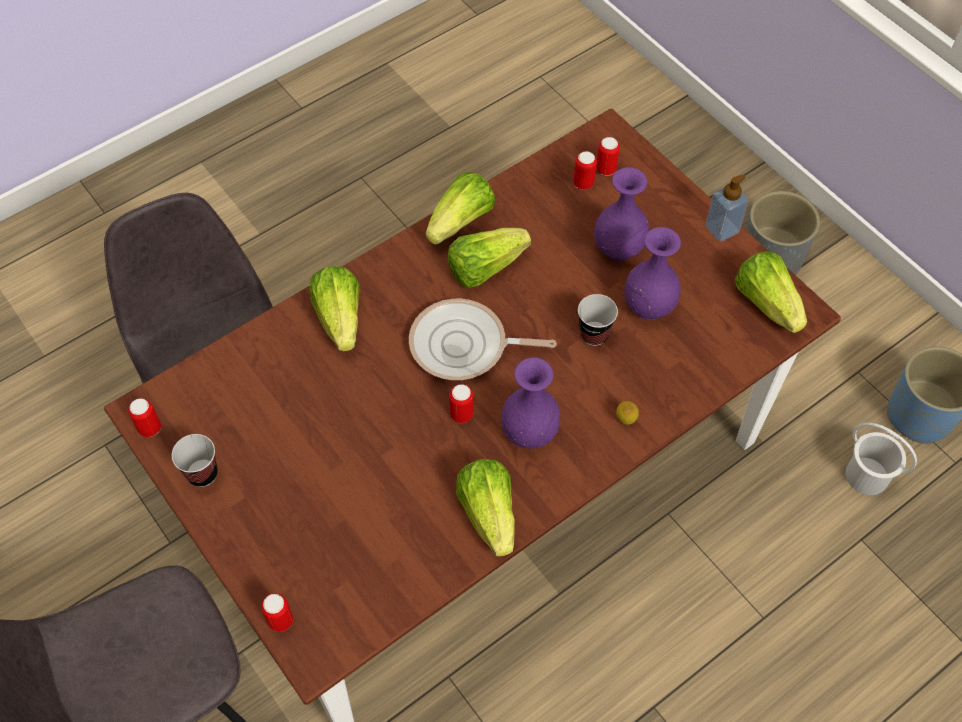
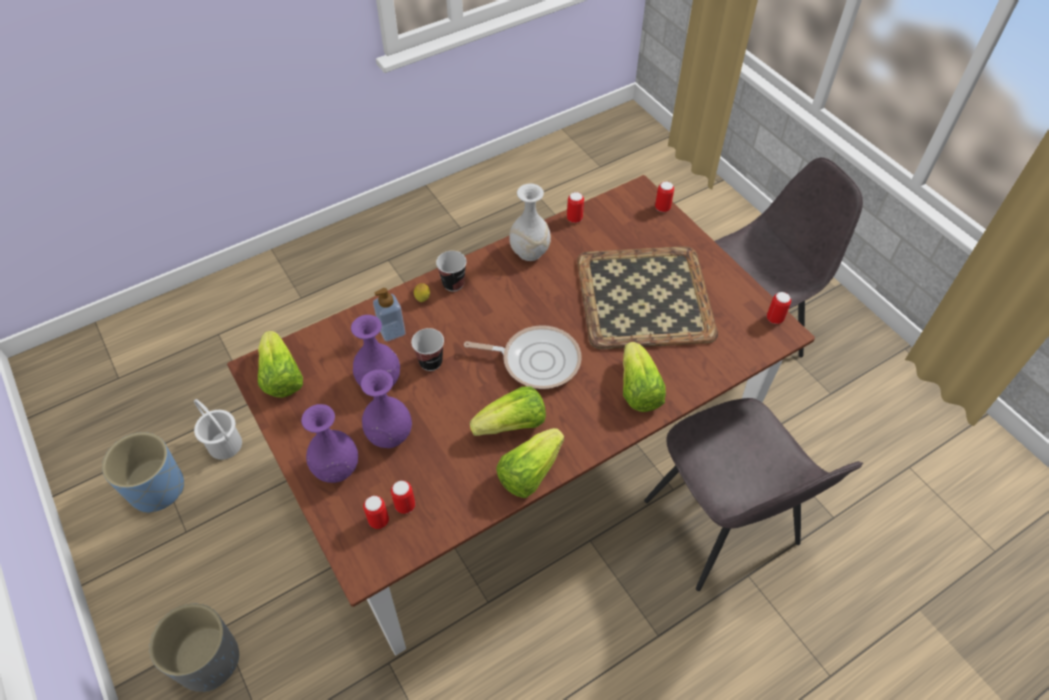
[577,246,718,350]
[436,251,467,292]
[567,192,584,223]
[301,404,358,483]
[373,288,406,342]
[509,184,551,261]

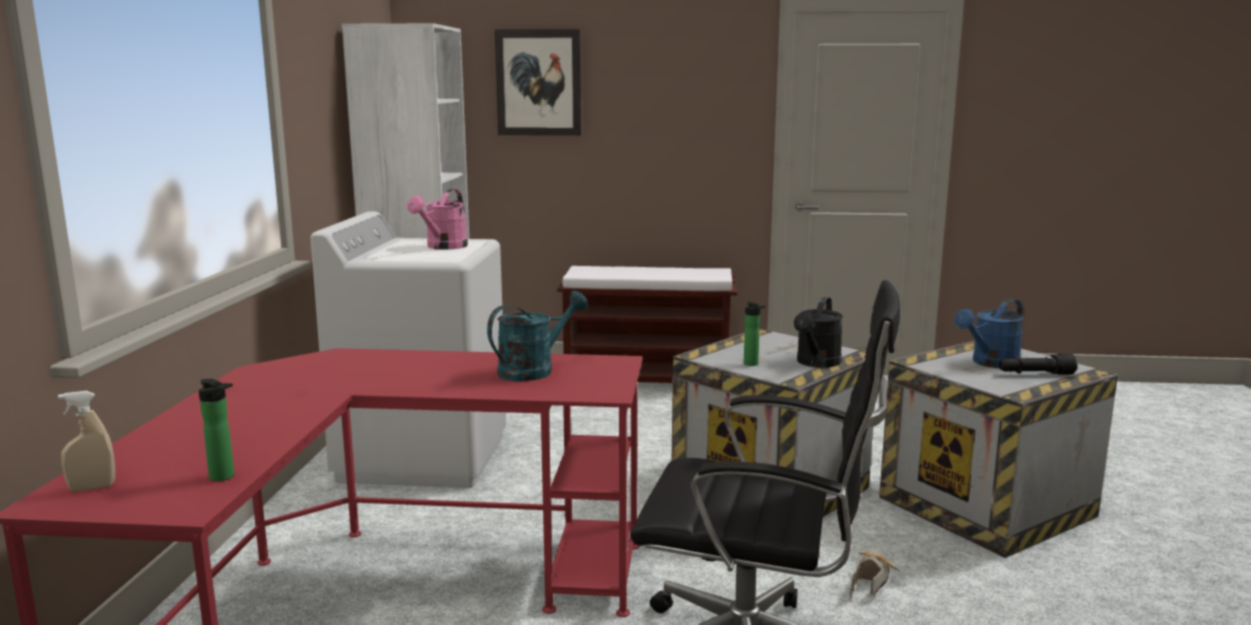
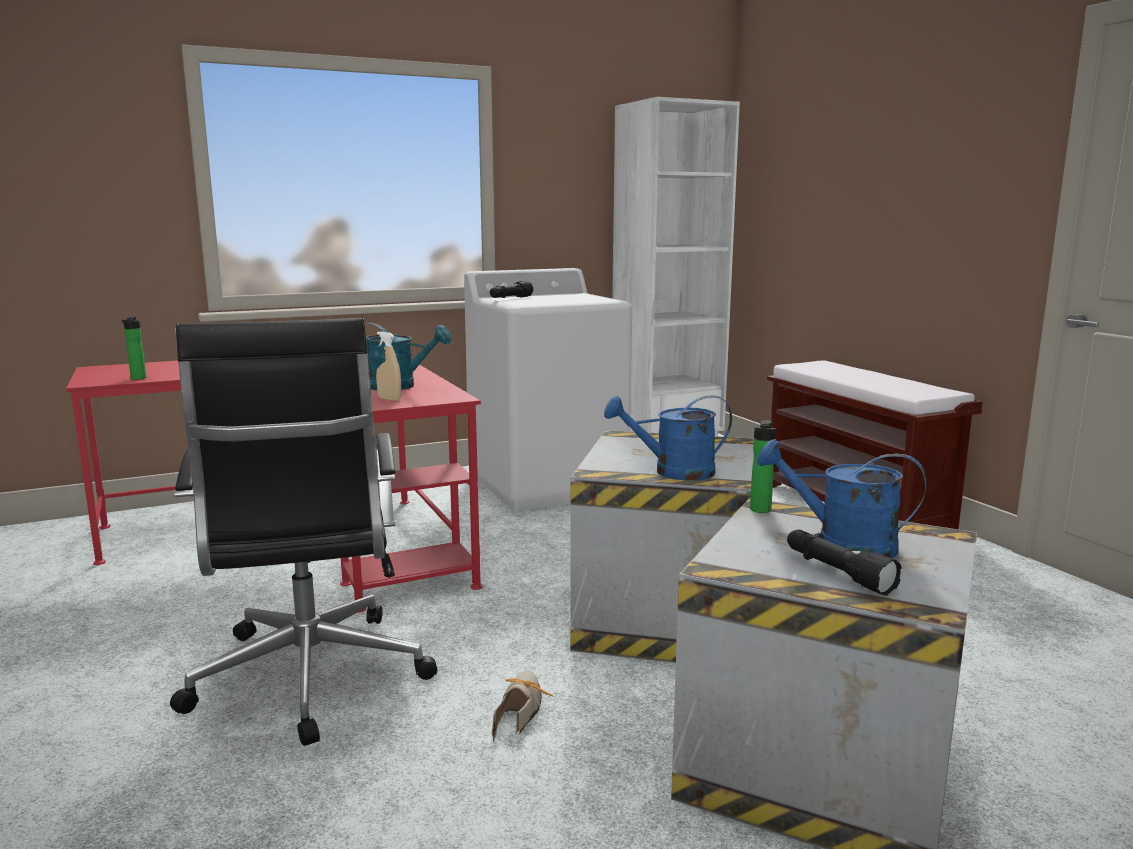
[407,189,468,250] (first image)
[495,29,582,136] (first image)
[490,280,533,298]
[376,332,401,401]
[750,420,776,513]
[604,395,732,481]
[492,671,553,743]

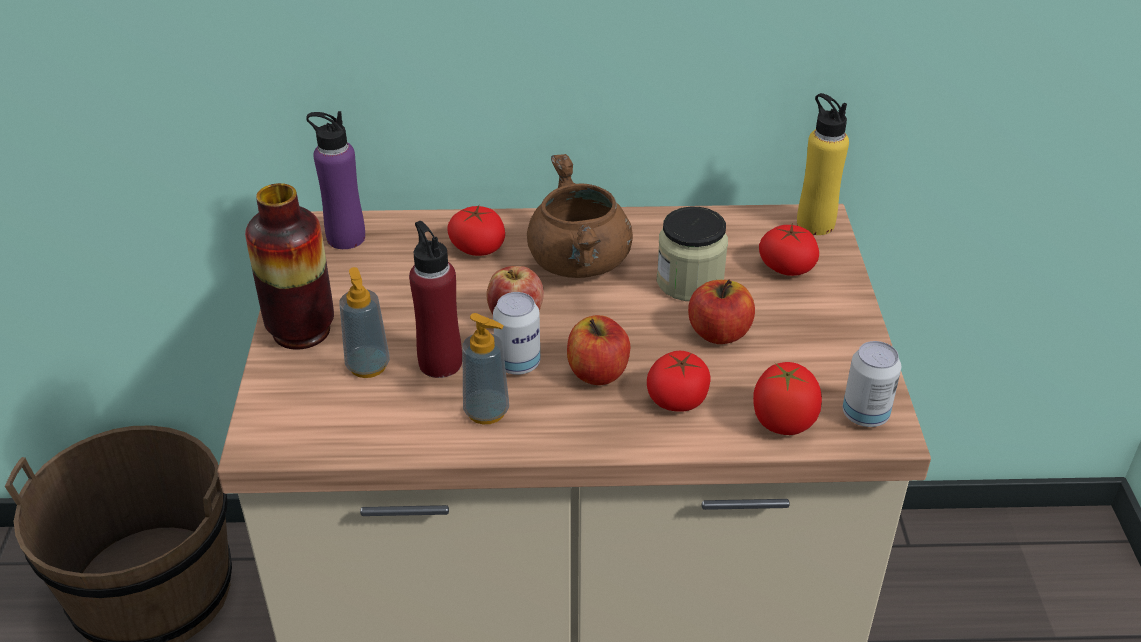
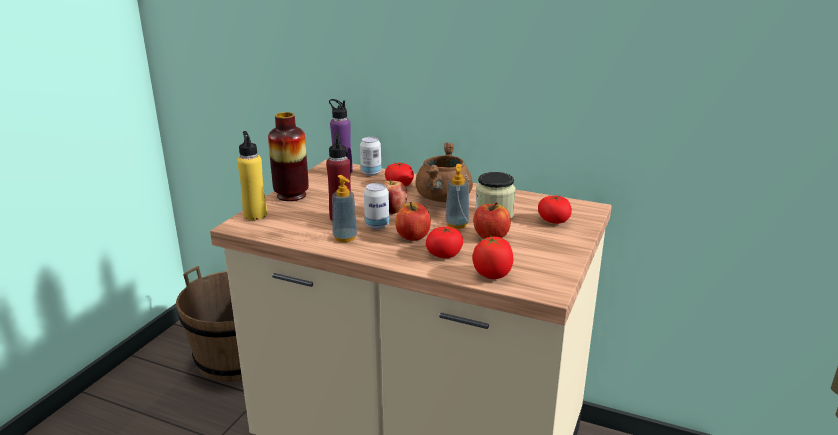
[445,164,469,229]
[237,131,267,220]
[360,137,381,176]

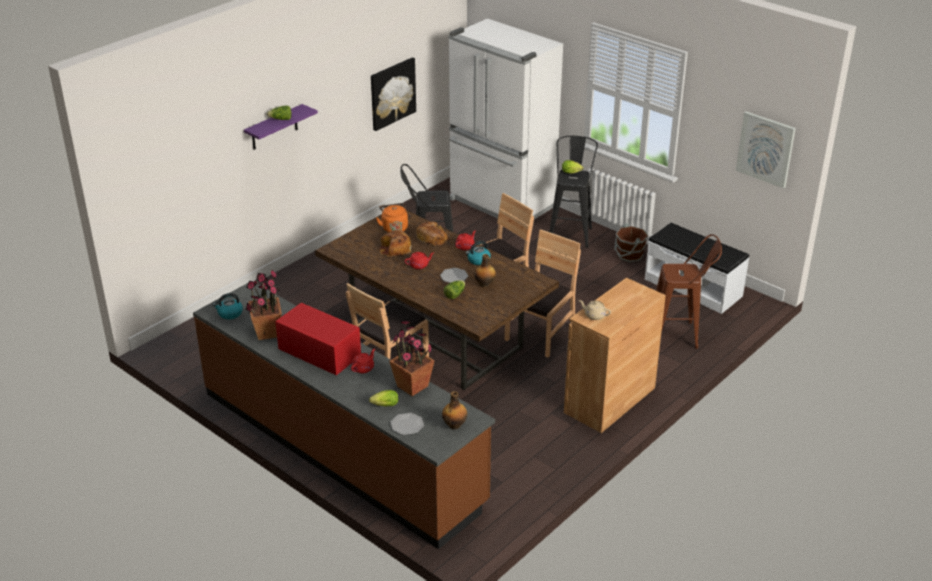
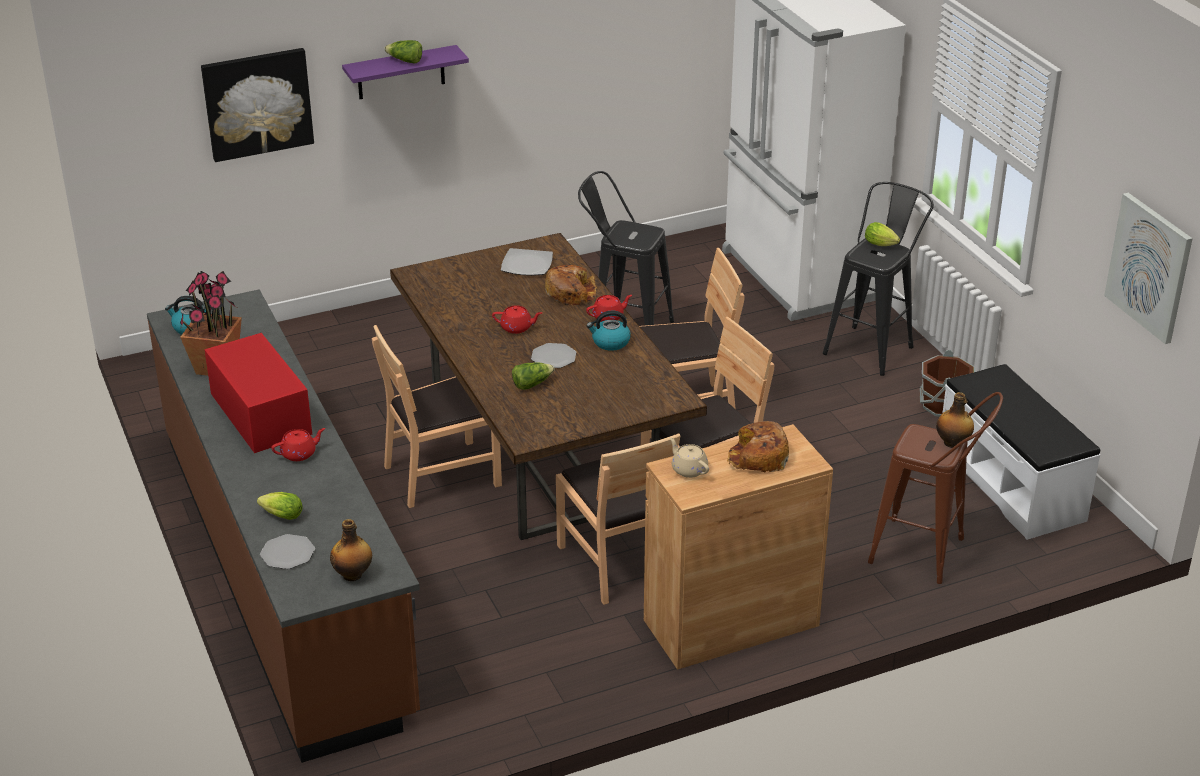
[389,321,435,396] (first image)
[556,433,680,605]
[201,48,314,162]
[727,421,789,473]
[936,392,974,448]
[501,248,553,276]

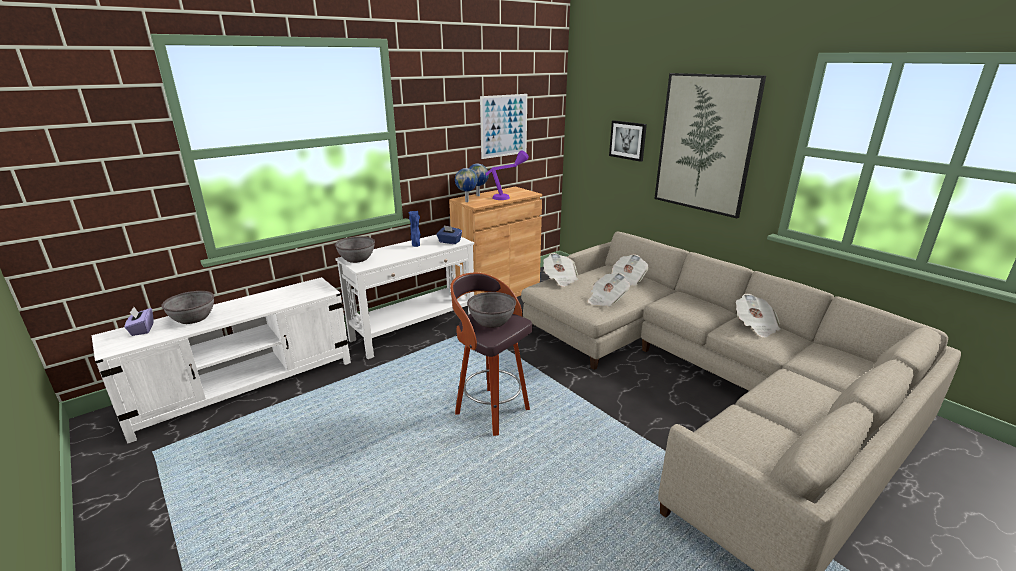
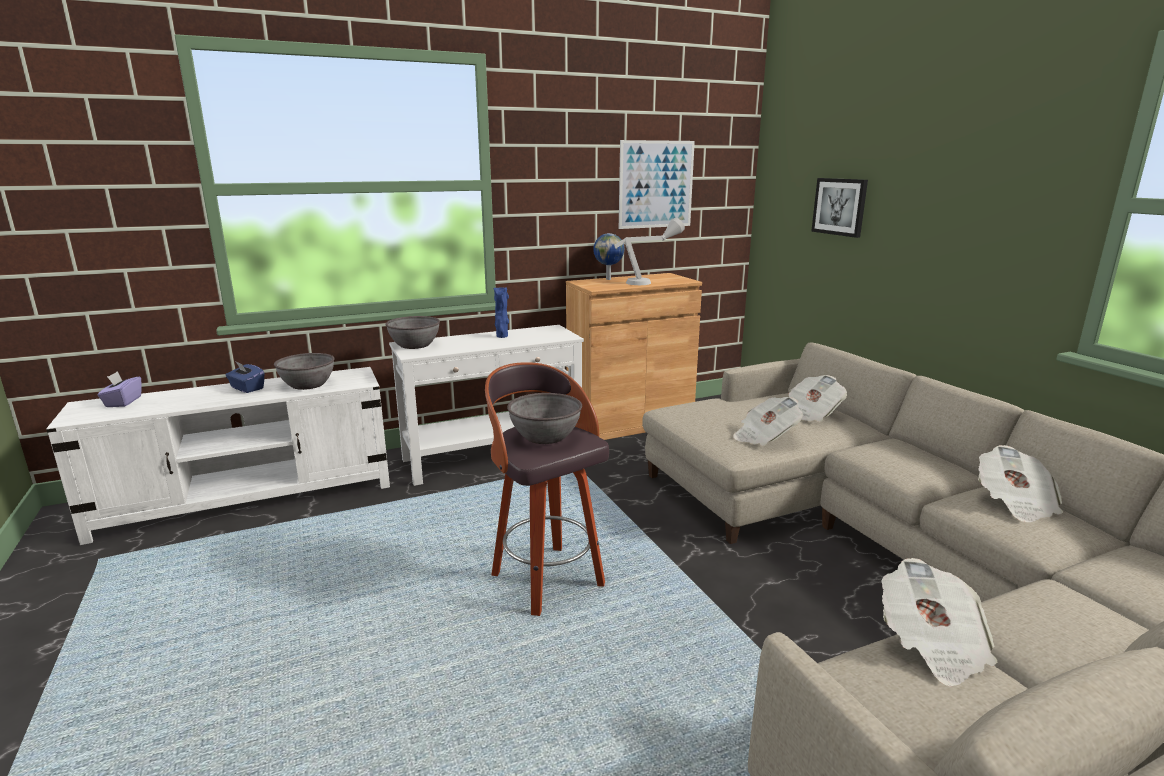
[455,168,478,202] (first image)
[654,73,766,218] (first image)
[274,353,335,390]
[225,362,264,393]
[881,558,998,687]
[614,217,685,285]

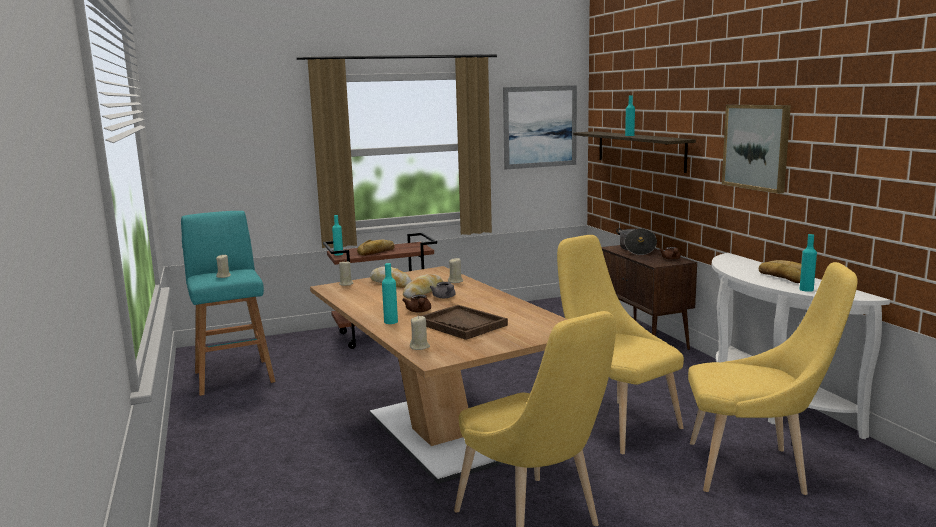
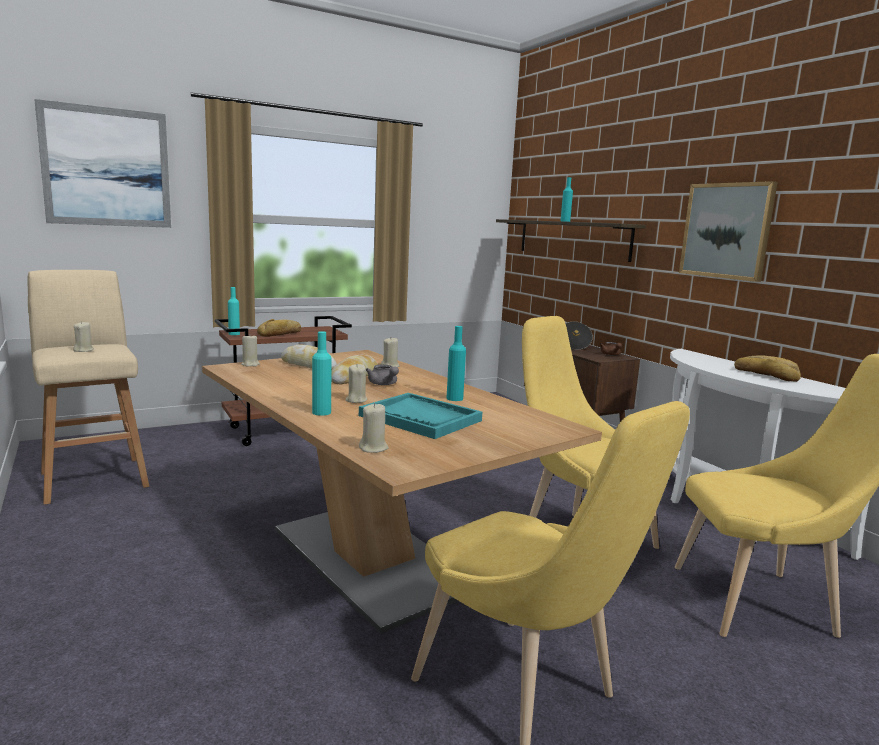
[34,99,171,228]
[446,326,466,401]
[346,364,367,403]
[27,270,149,505]
[359,393,482,439]

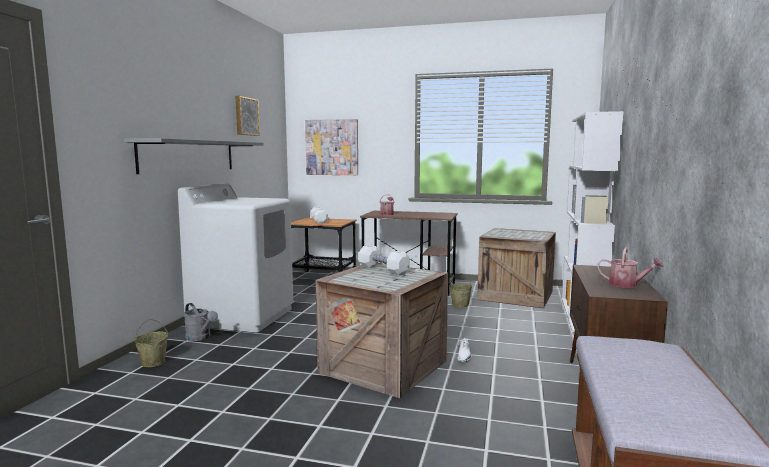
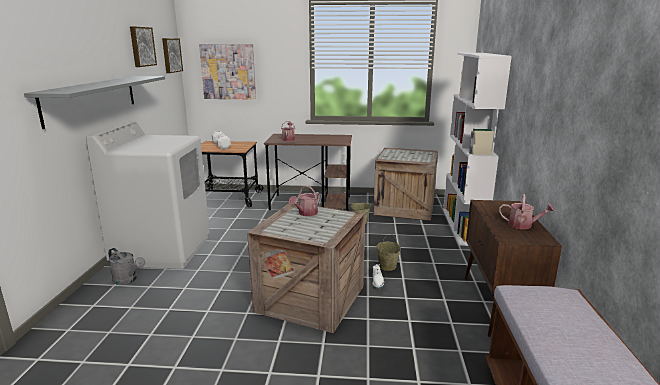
[162,38,183,73]
[376,233,401,271]
[289,185,320,216]

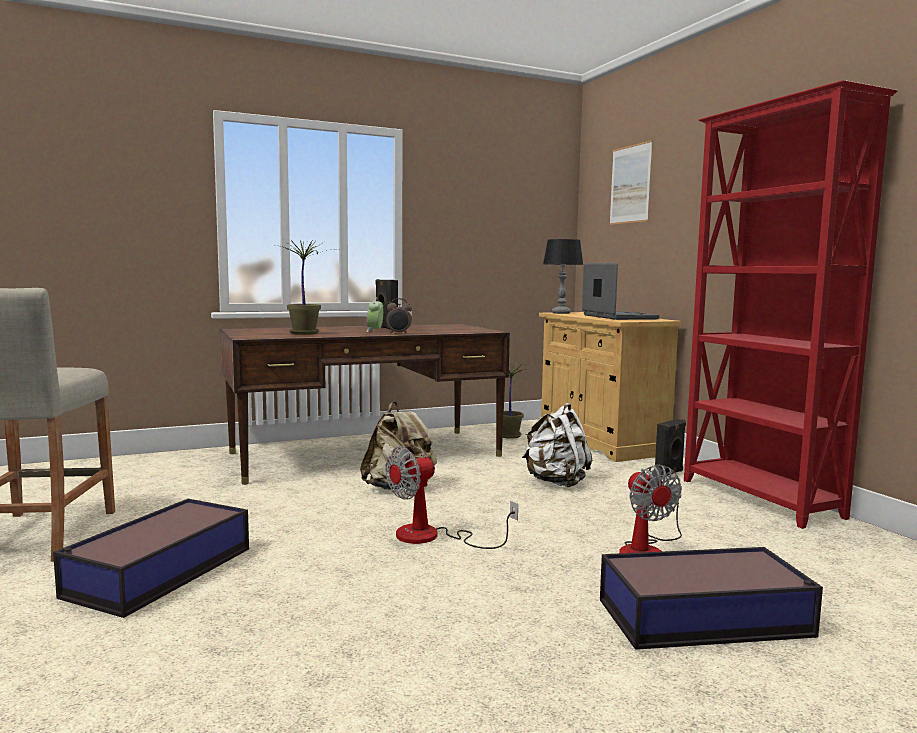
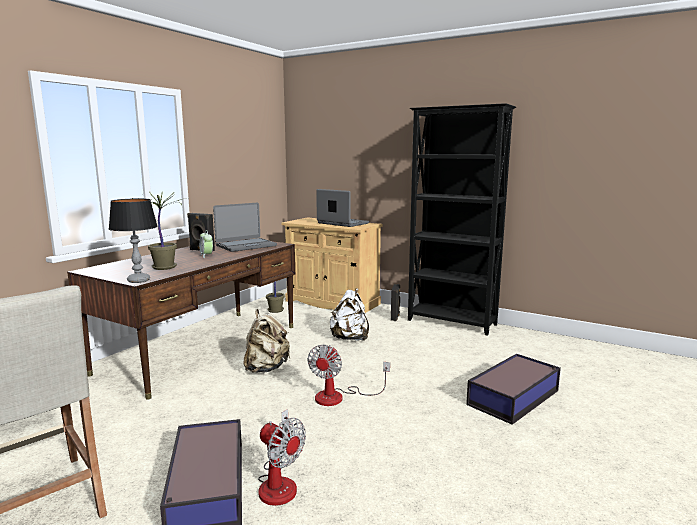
[386,298,412,334] (first image)
[609,140,653,225] (first image)
[213,203,277,252]
[109,198,158,283]
[258,409,306,506]
[408,103,516,336]

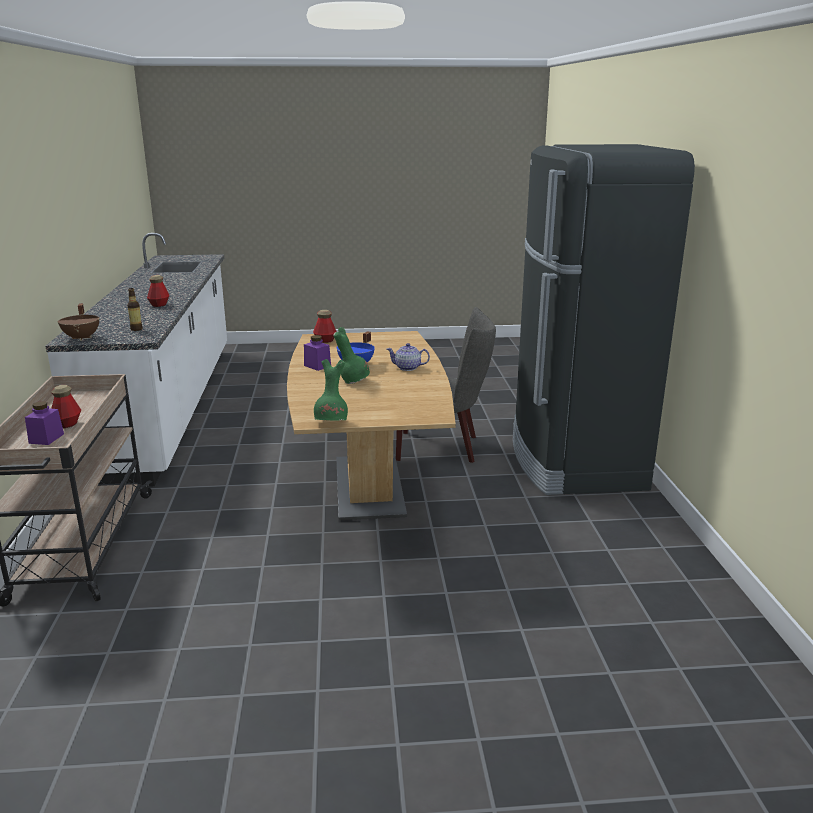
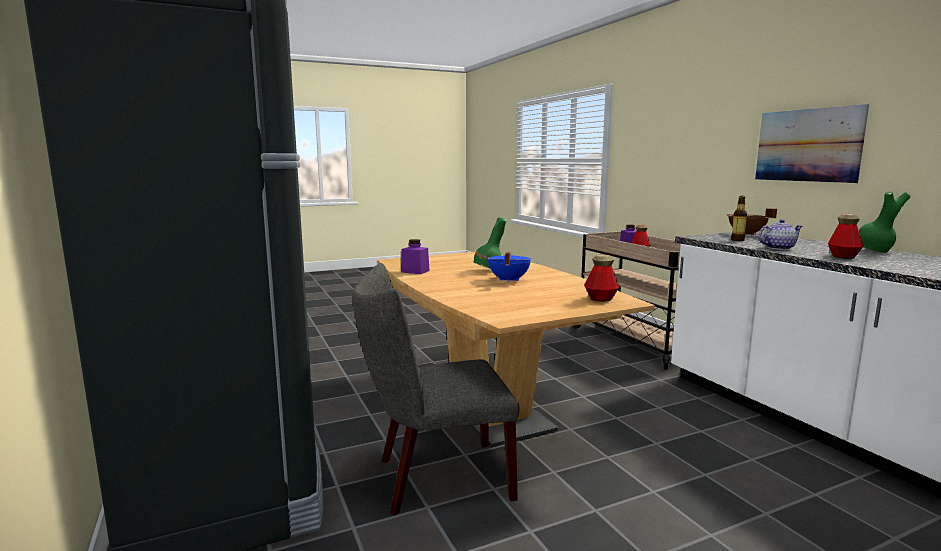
[755,104,869,183]
[401,239,430,274]
[859,191,911,253]
[758,219,803,250]

